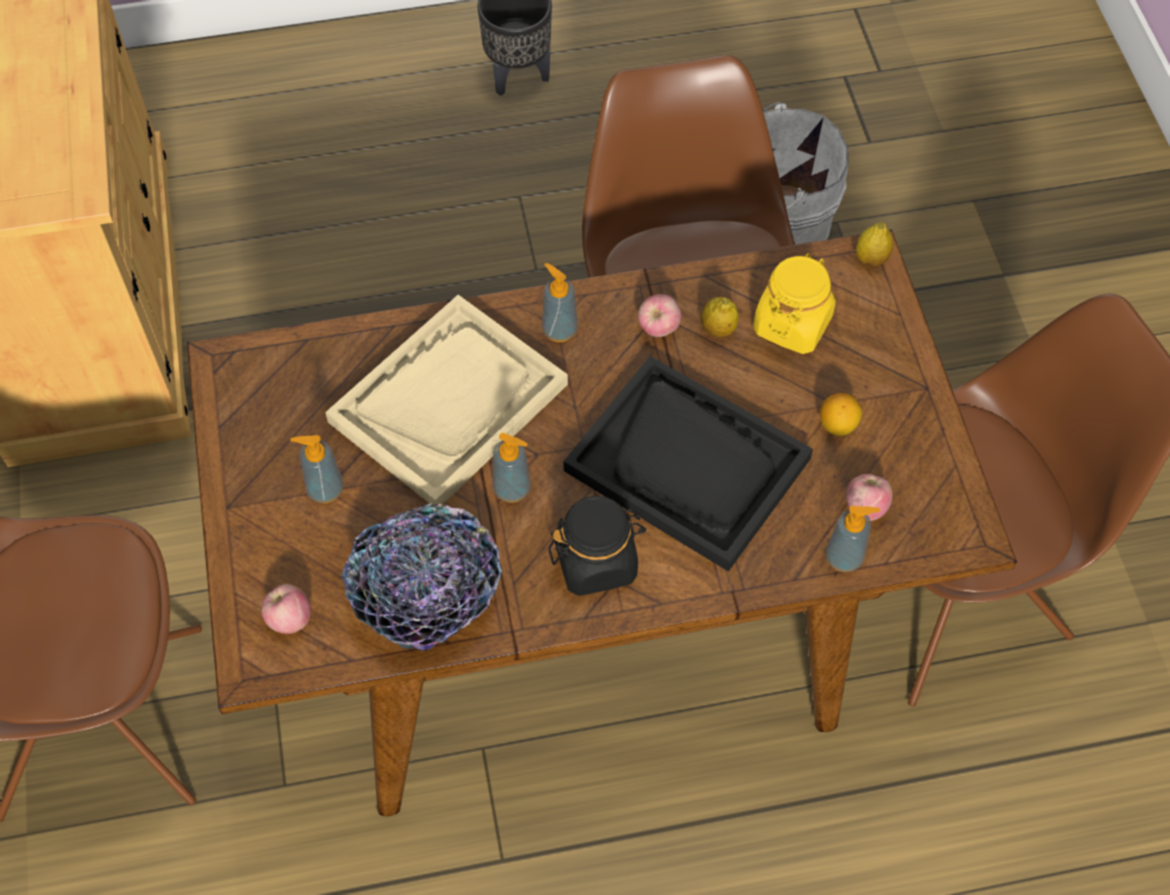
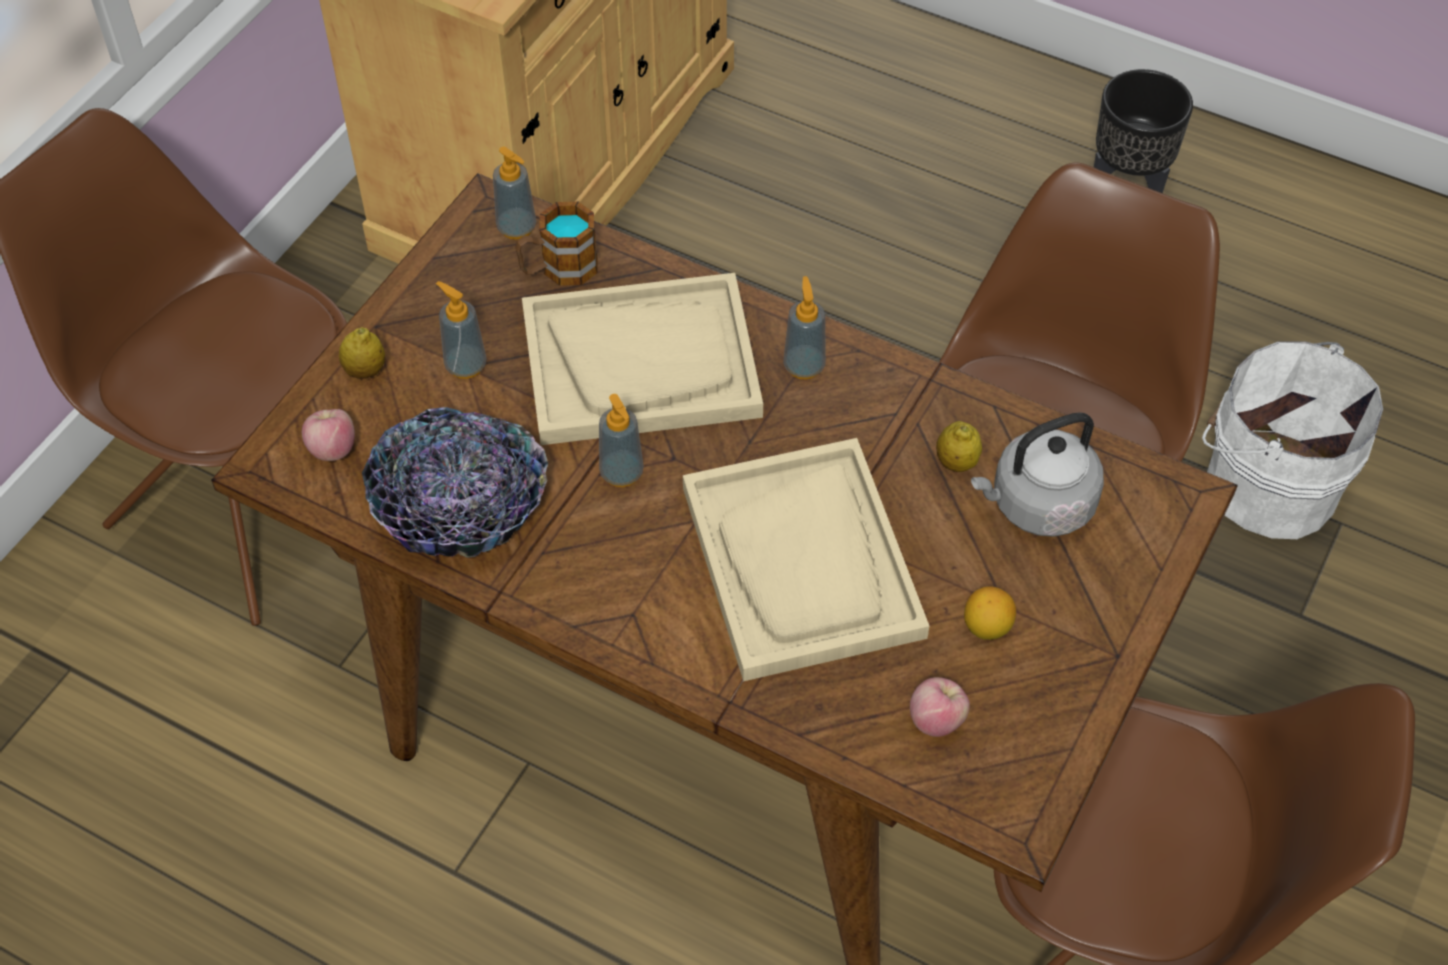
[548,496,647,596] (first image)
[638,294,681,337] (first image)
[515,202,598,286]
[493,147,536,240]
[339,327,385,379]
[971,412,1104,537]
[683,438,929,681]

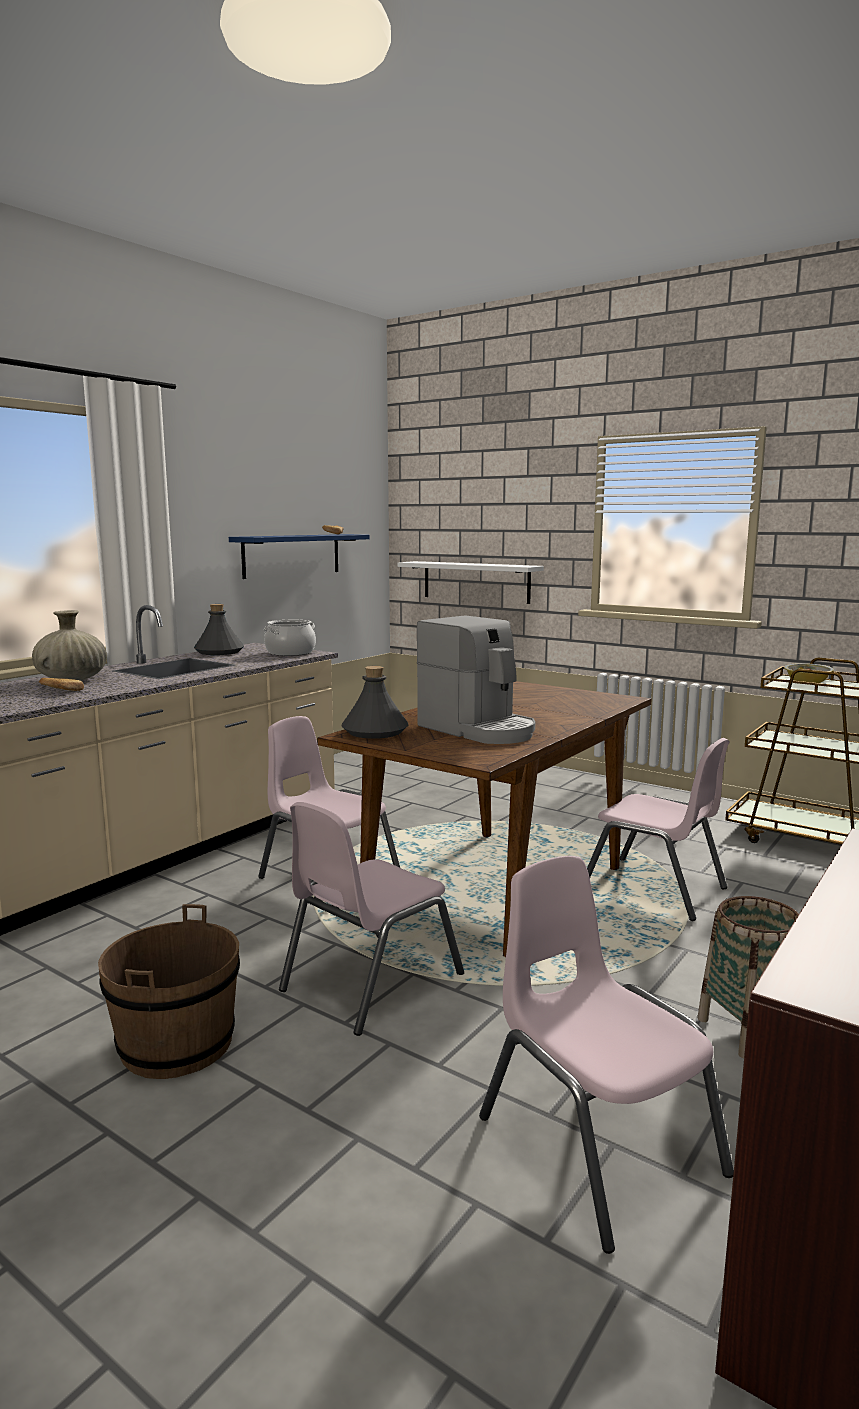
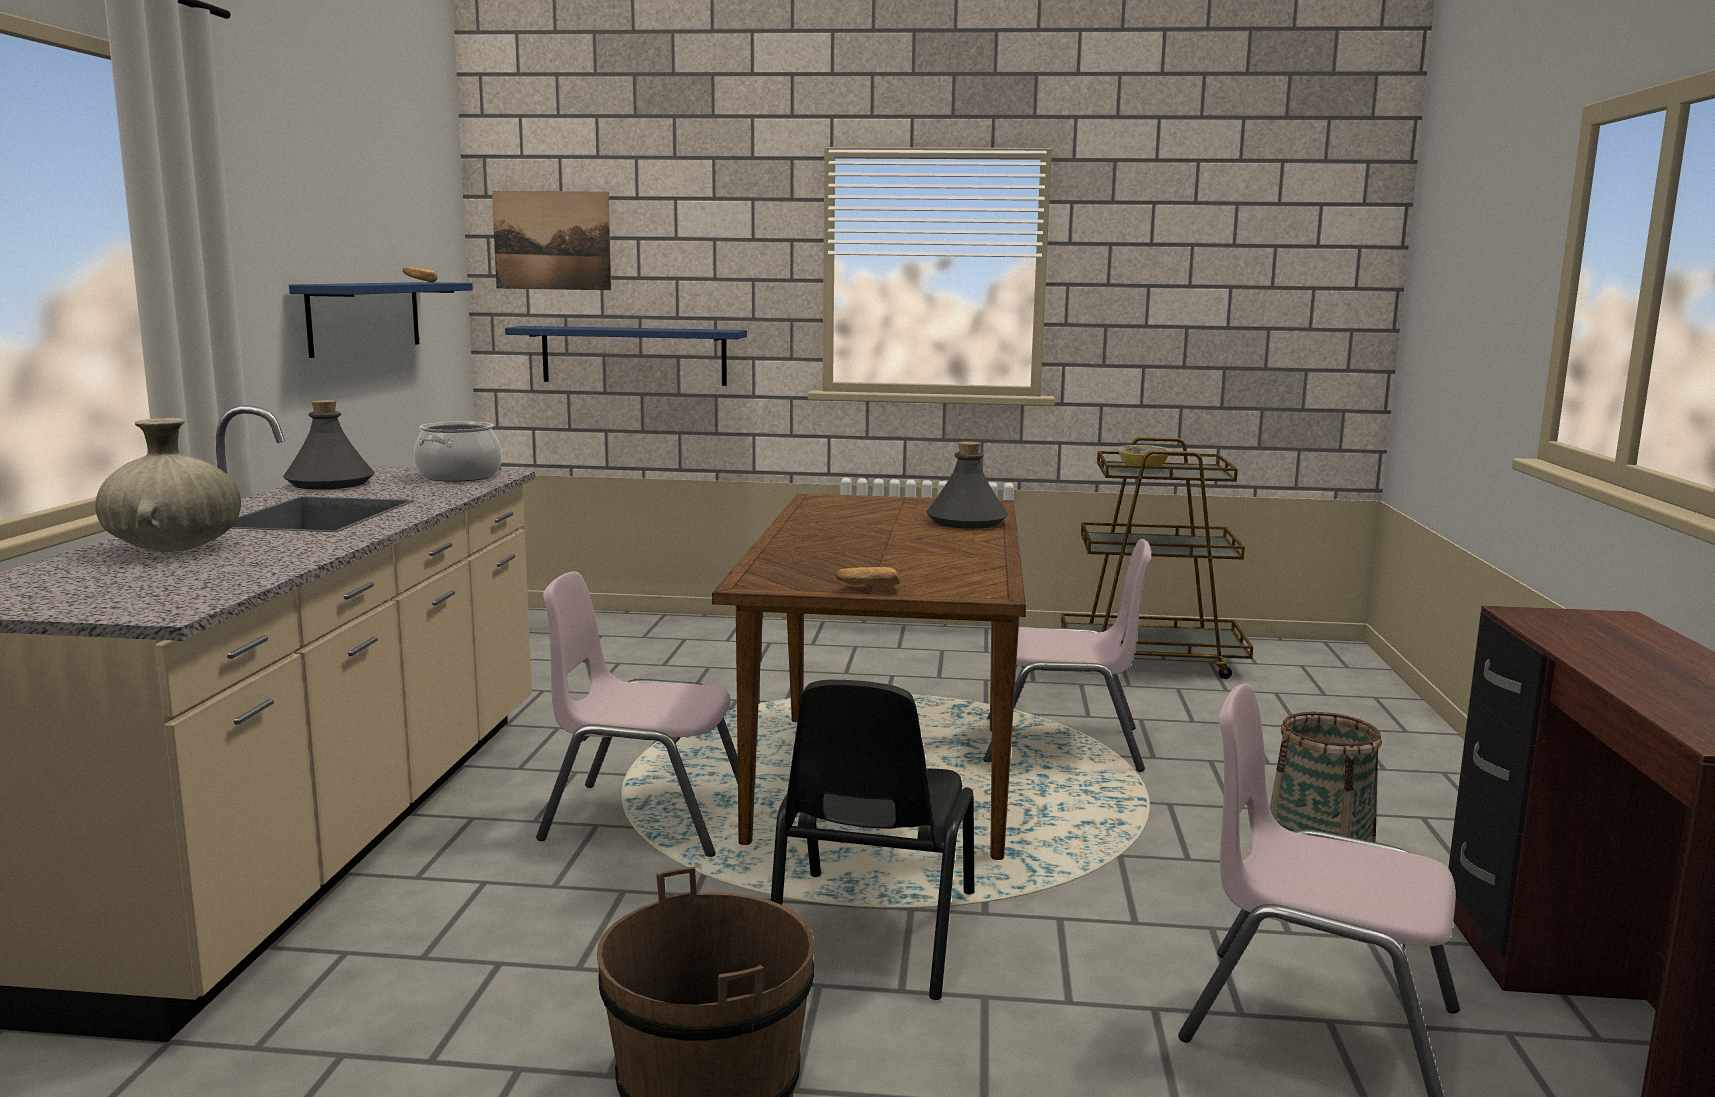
[417,615,535,744] (first image)
[492,191,612,290]
[836,567,900,586]
[926,441,1008,529]
[771,680,974,1000]
[505,326,747,386]

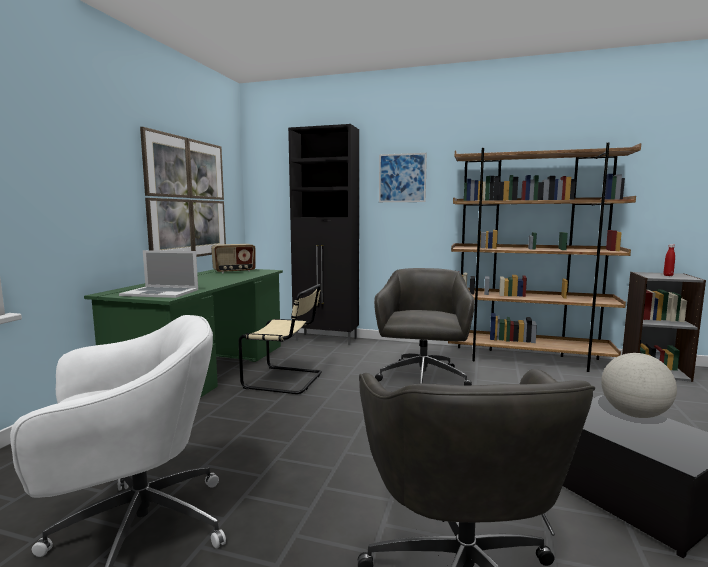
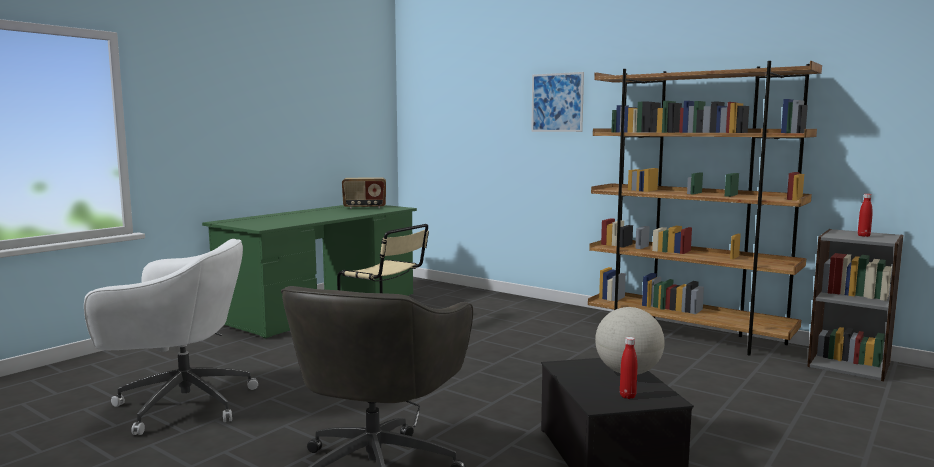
[119,250,198,298] (first image)
[140,127,226,257] (first image)
[288,124,359,345] (first image)
[374,268,475,386] (first image)
[620,337,637,399]

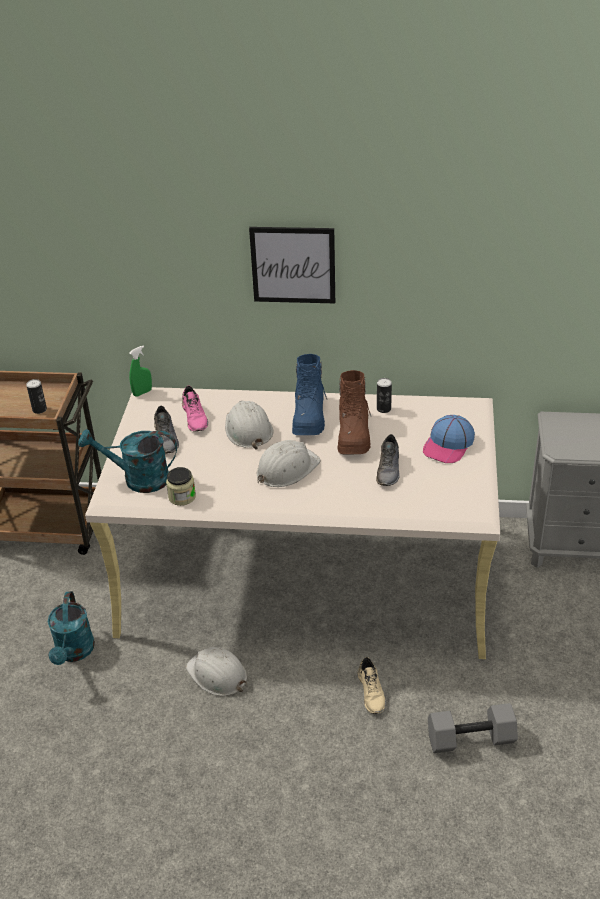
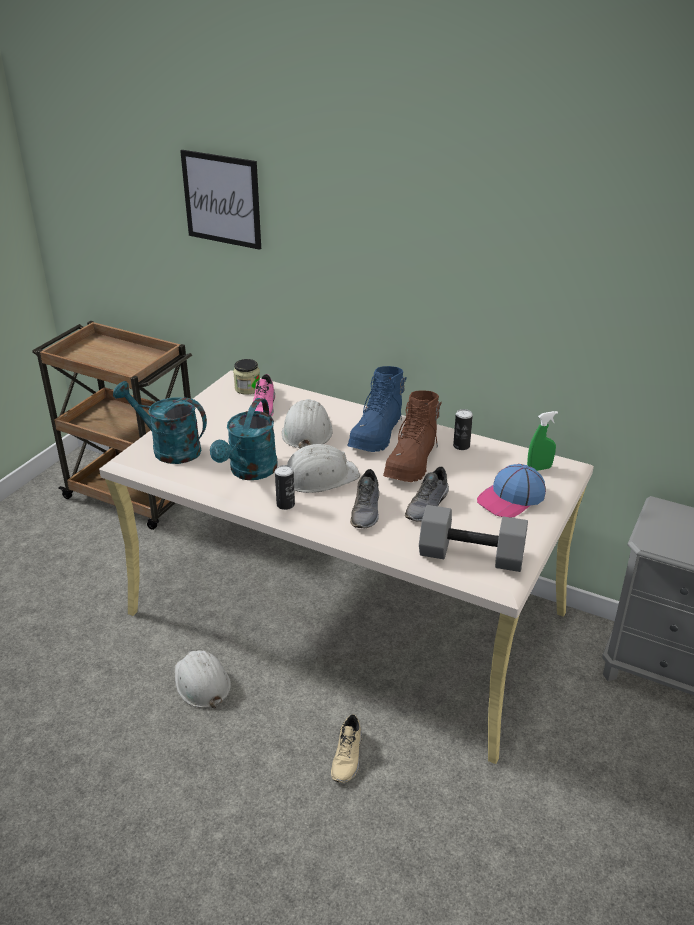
[275,465,295,510]
[210,398,278,480]
[527,411,558,471]
[350,469,379,528]
[233,359,260,395]
[180,150,261,250]
[419,505,528,572]

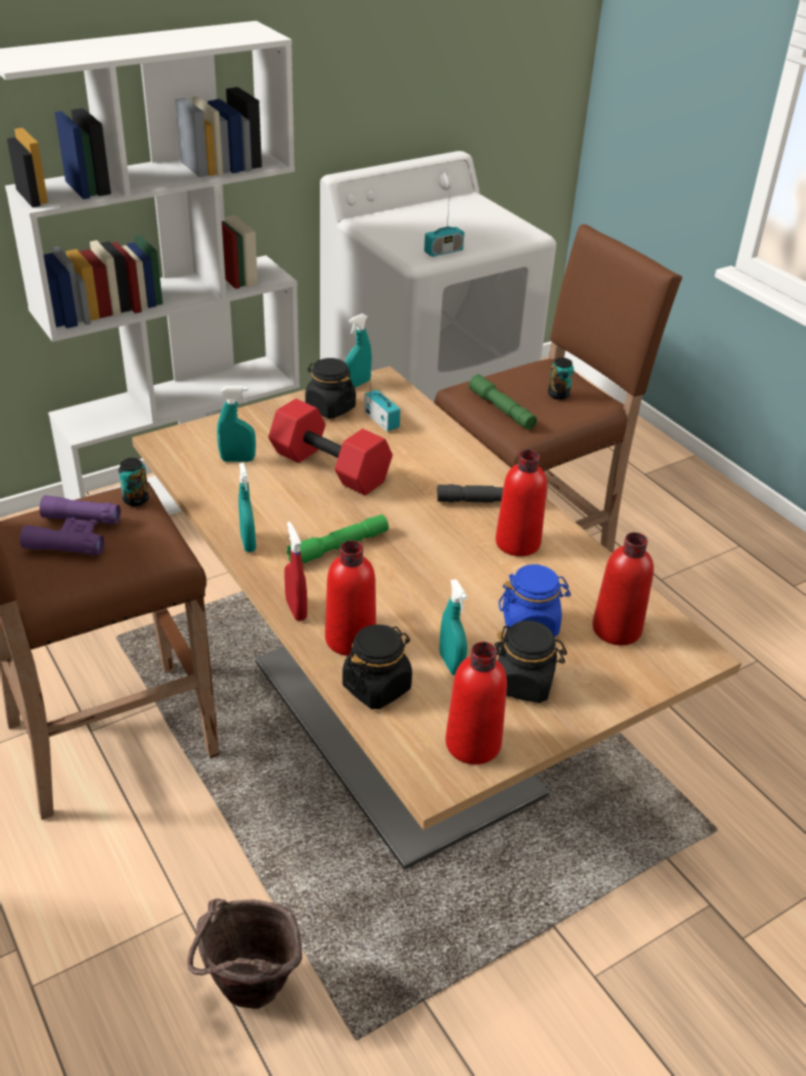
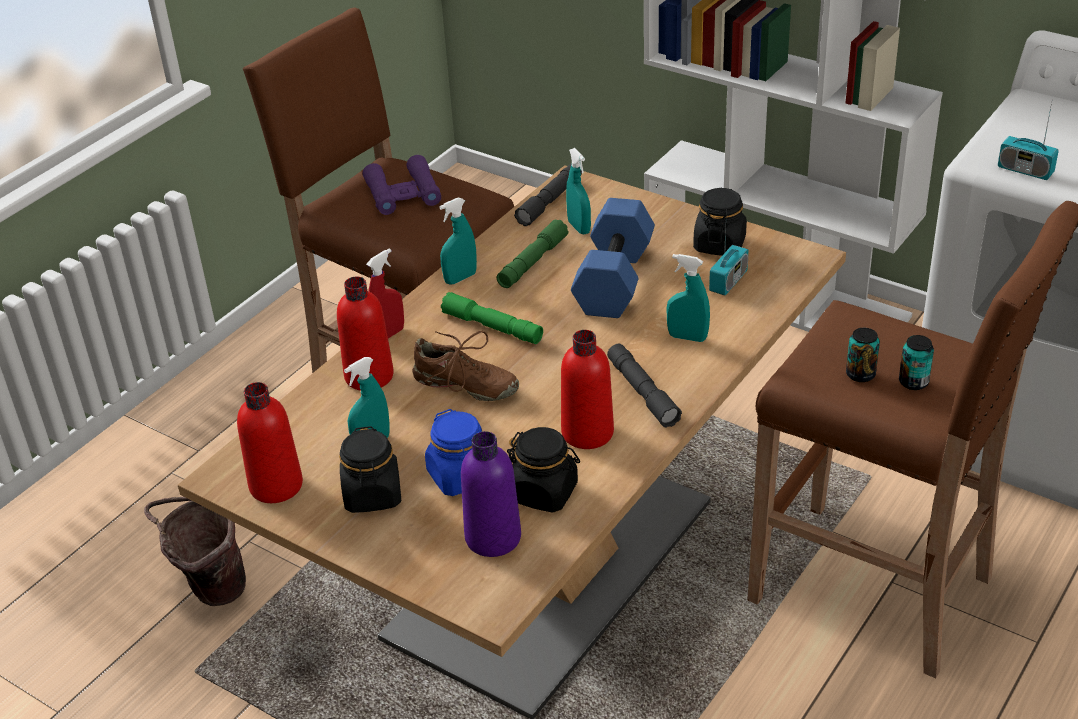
[412,331,519,401]
[514,164,582,226]
[846,328,880,382]
[507,427,580,512]
[666,254,710,342]
[497,219,568,288]
[571,198,655,318]
[461,431,521,557]

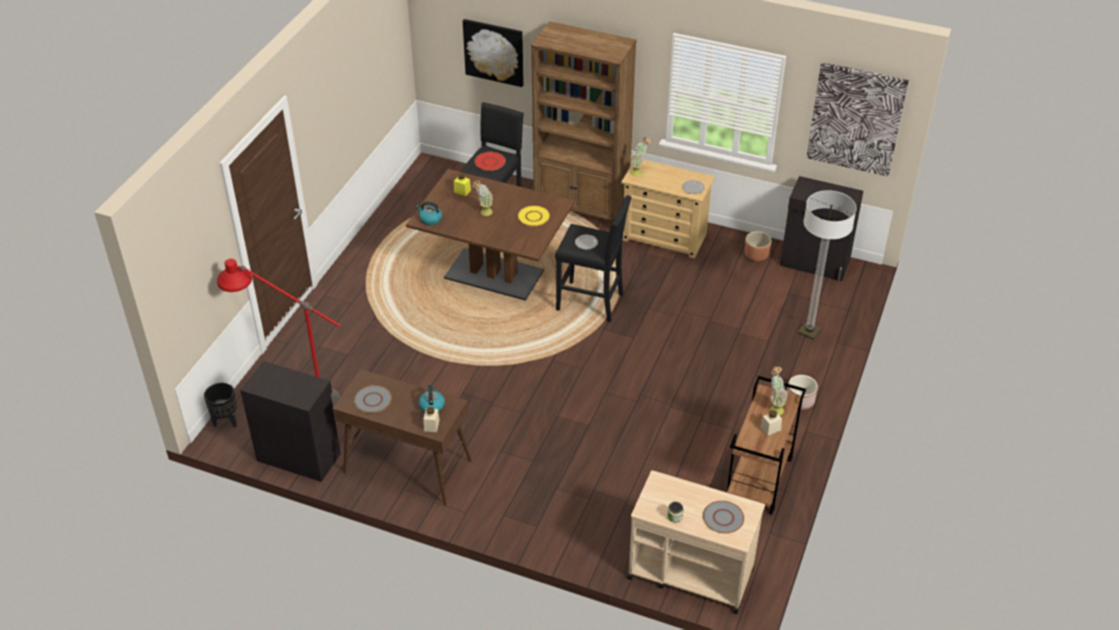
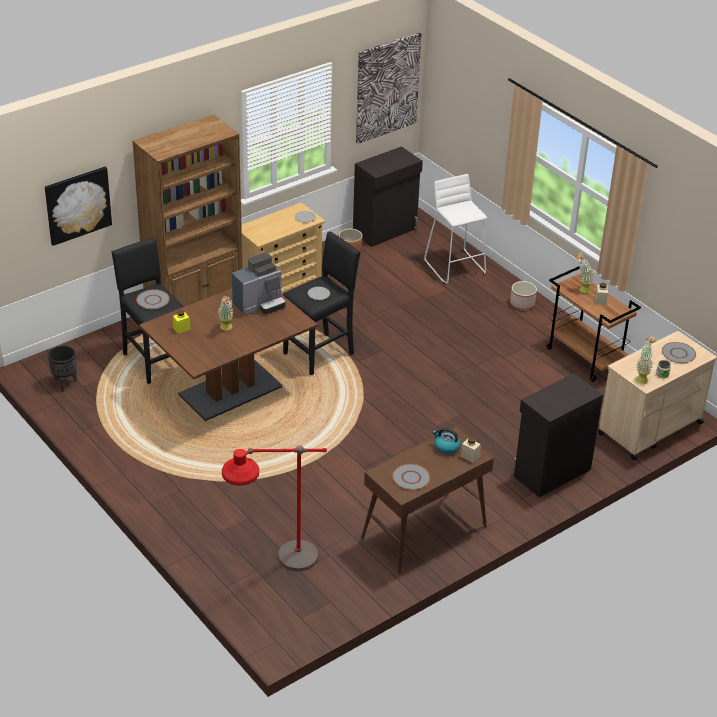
[416,201,442,225] (first image)
[48,345,77,391]
[513,373,603,497]
[636,335,656,384]
[232,252,286,315]
[424,174,487,284]
[136,289,170,309]

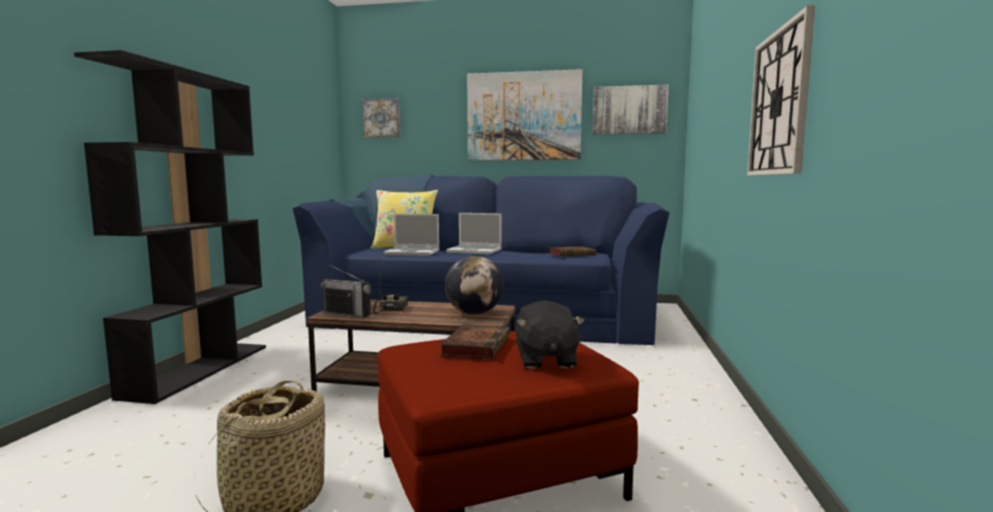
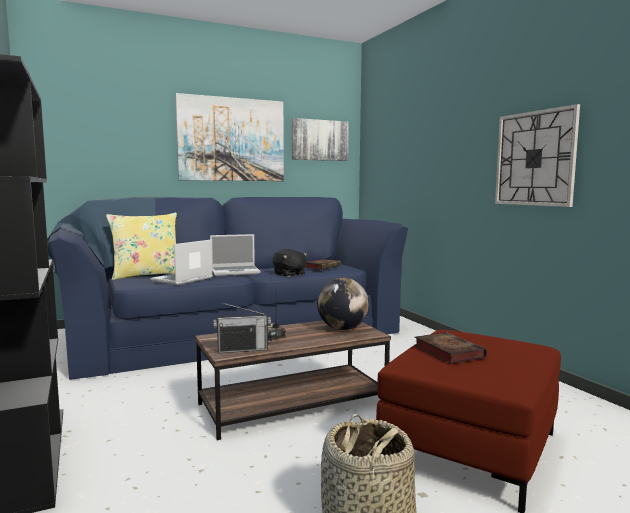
[362,98,400,138] (first image)
[273,249,307,277]
[150,240,213,285]

